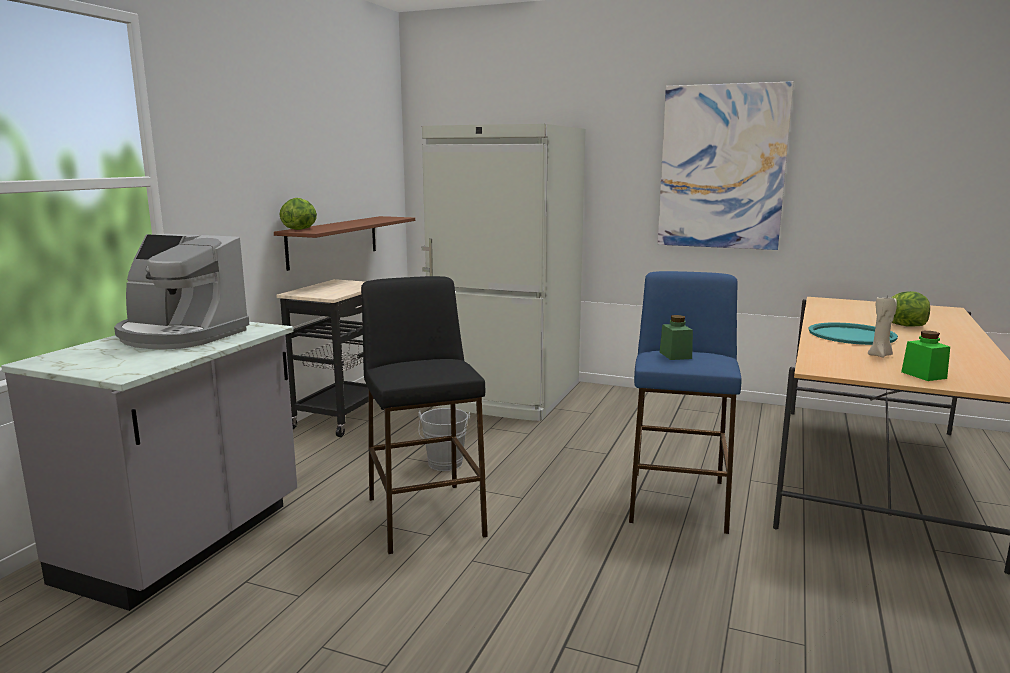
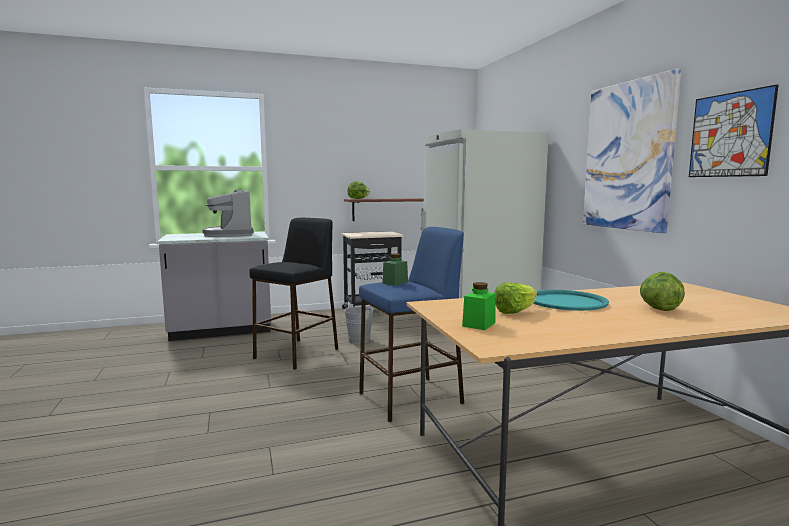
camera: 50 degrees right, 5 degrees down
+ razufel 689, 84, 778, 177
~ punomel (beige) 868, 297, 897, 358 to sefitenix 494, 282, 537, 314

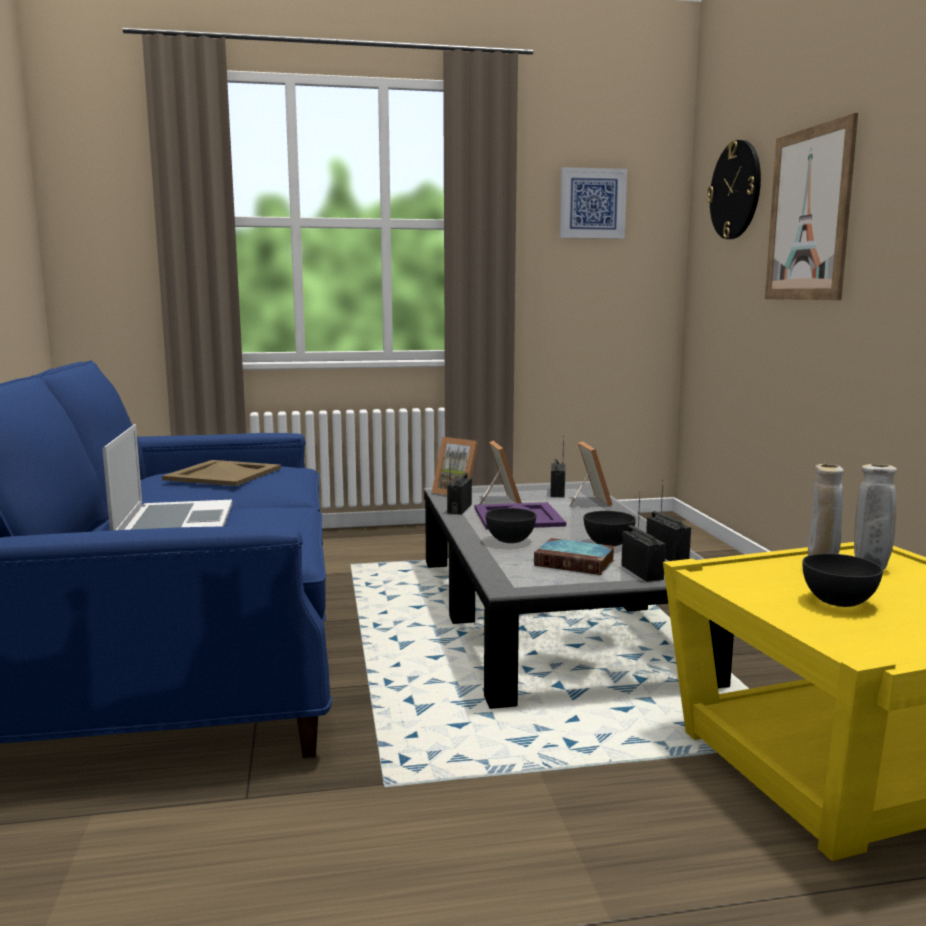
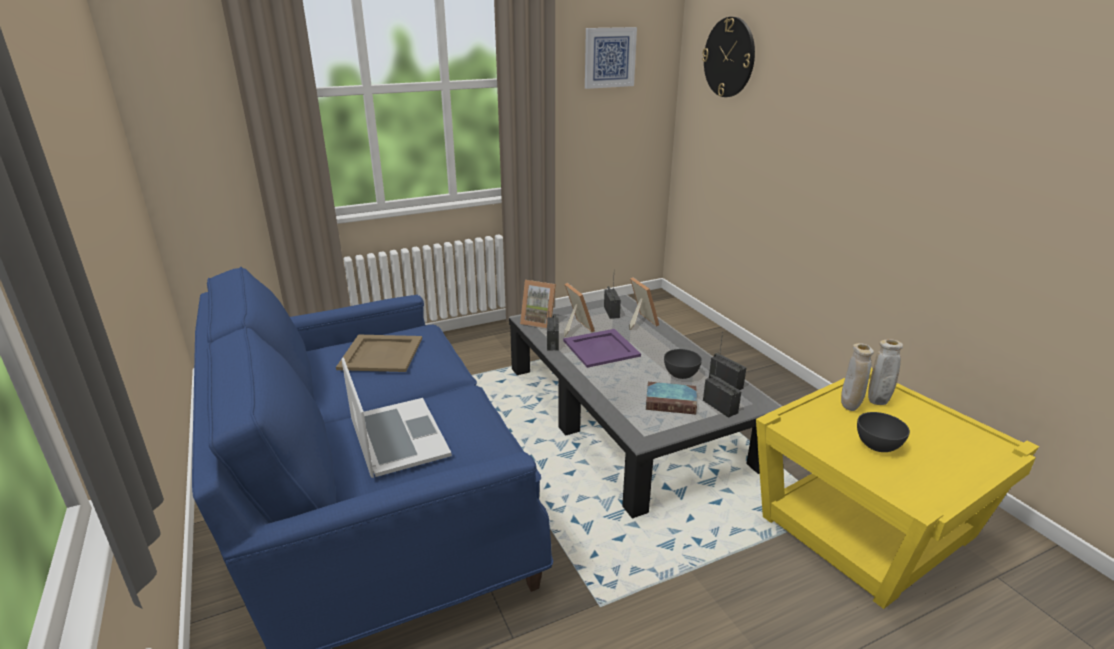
camera: 15 degrees left, 15 degrees up
- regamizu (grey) 485, 508, 536, 543
- razufel 765, 113, 858, 300

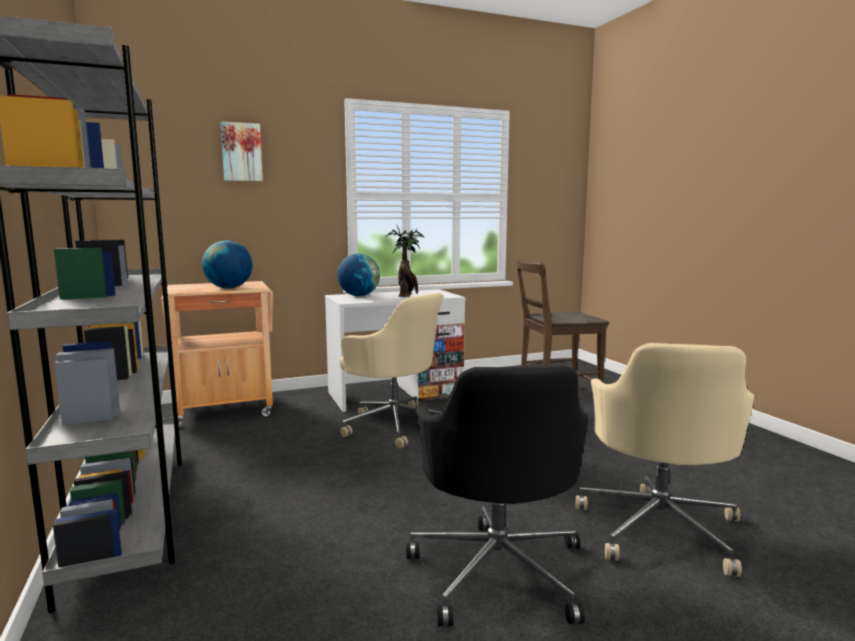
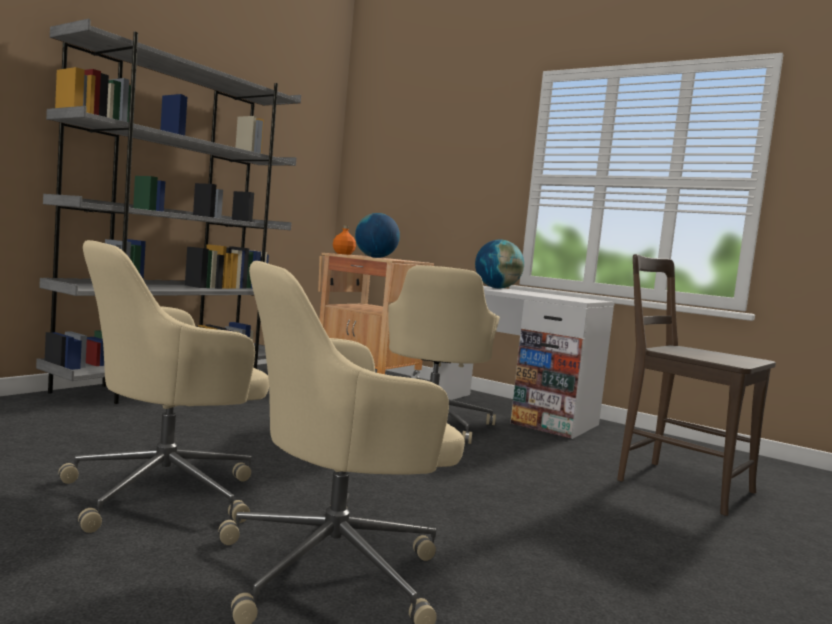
camera: 55 degrees right, 5 degrees down
- razufel 221, 121, 263, 181
- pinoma 386, 226, 424, 297
+ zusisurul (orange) 333, 225, 356, 255
~ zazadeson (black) 406, 366, 588, 626 to zazadeson (beige) 58, 240, 269, 533

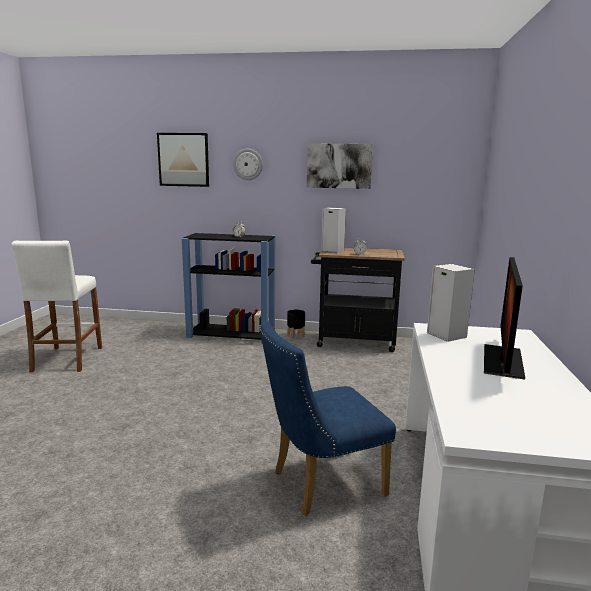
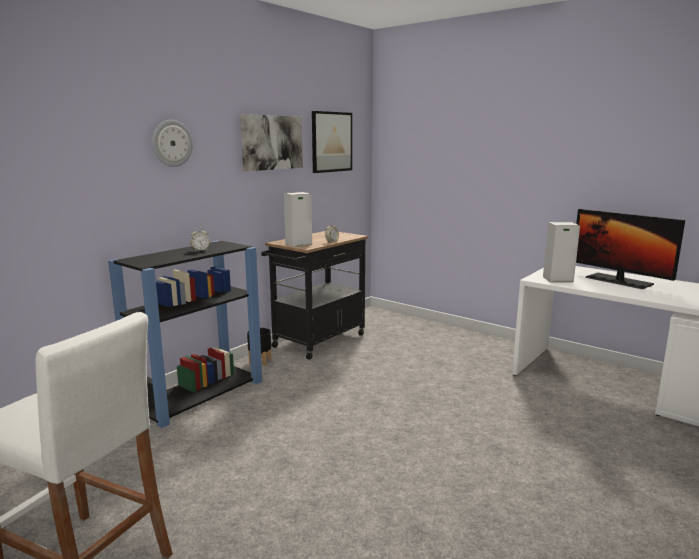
camera: 60 degrees left, 0 degrees up
- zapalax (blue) 260, 320, 396, 516
~ razufel 157, 133, 209, 187 to 312, 111, 352, 173

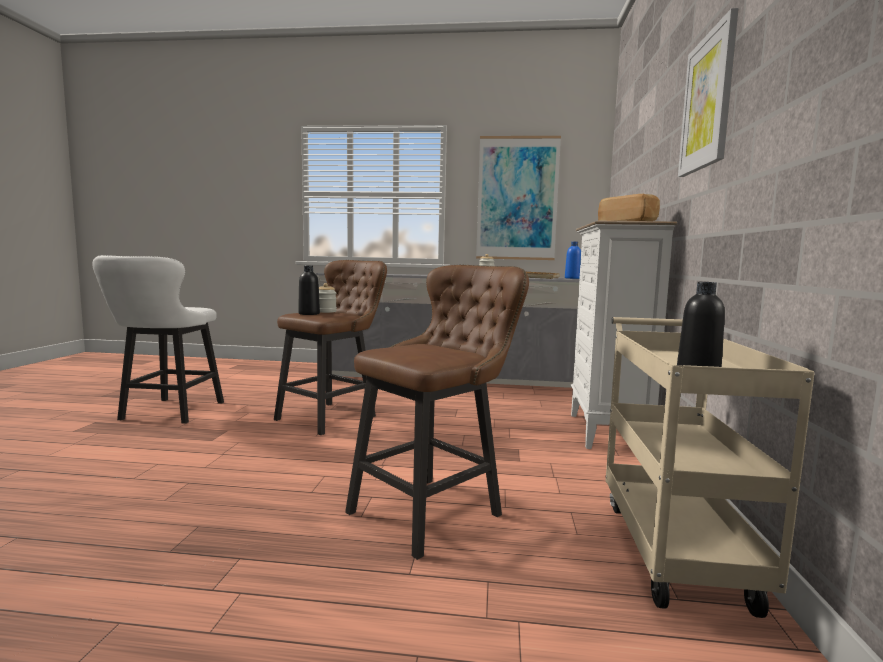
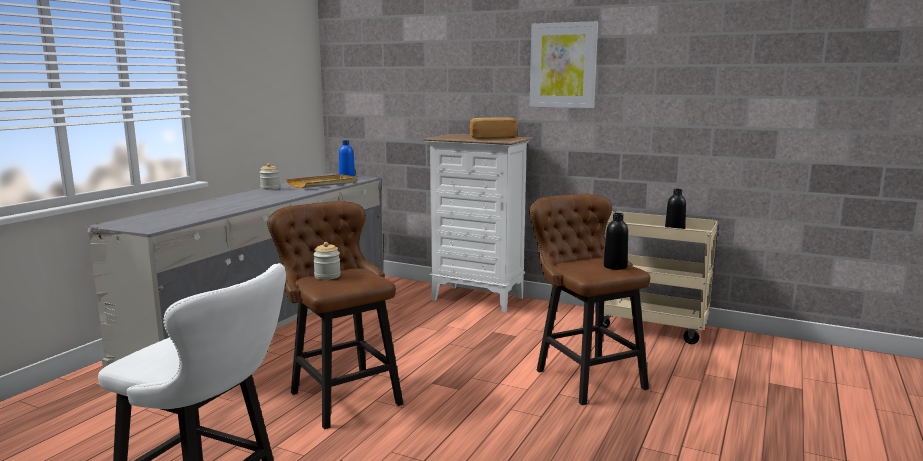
camera: 70 degrees left, 5 degrees up
- razufel 476, 136, 561, 260
~ zusisurul (black) 298, 265, 320, 315 to 604, 213, 628, 270

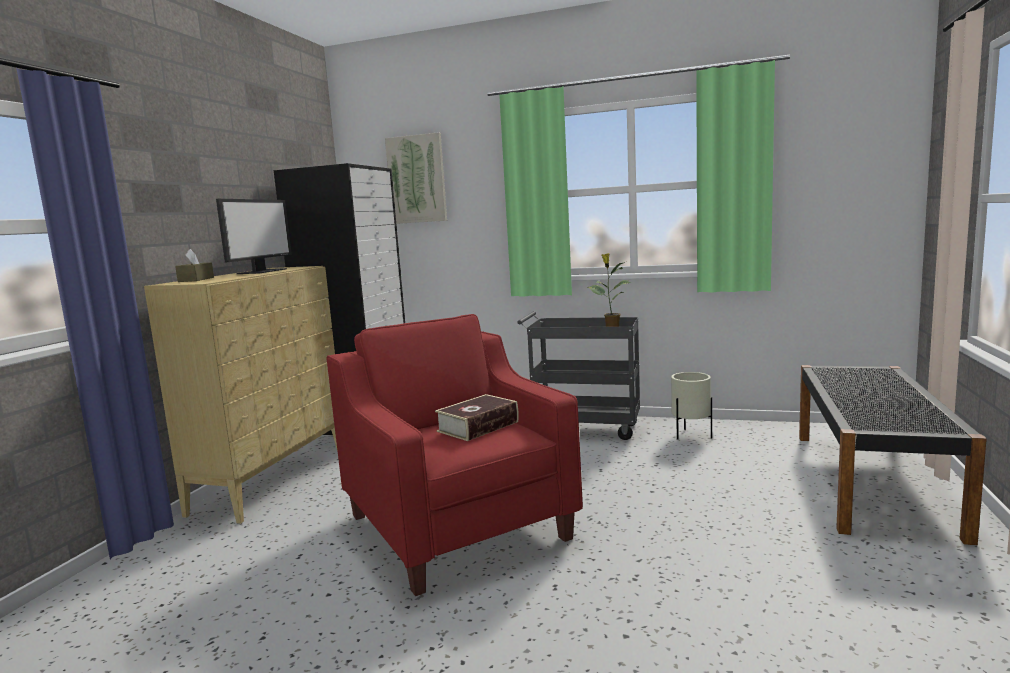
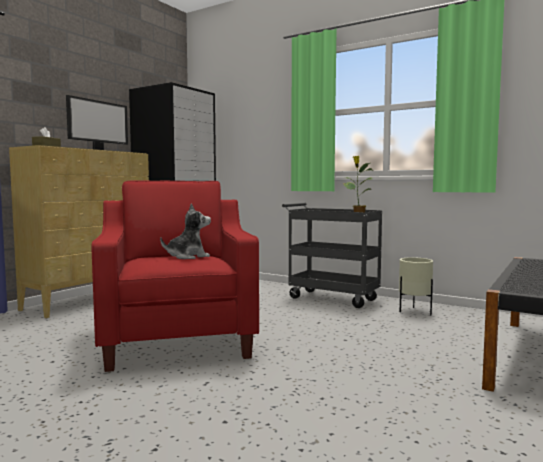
camera: 15 degrees right, 5 degrees down
- razufel 385, 132, 447, 224
~ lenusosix 435, 394, 519, 441 to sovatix 160, 203, 211, 259

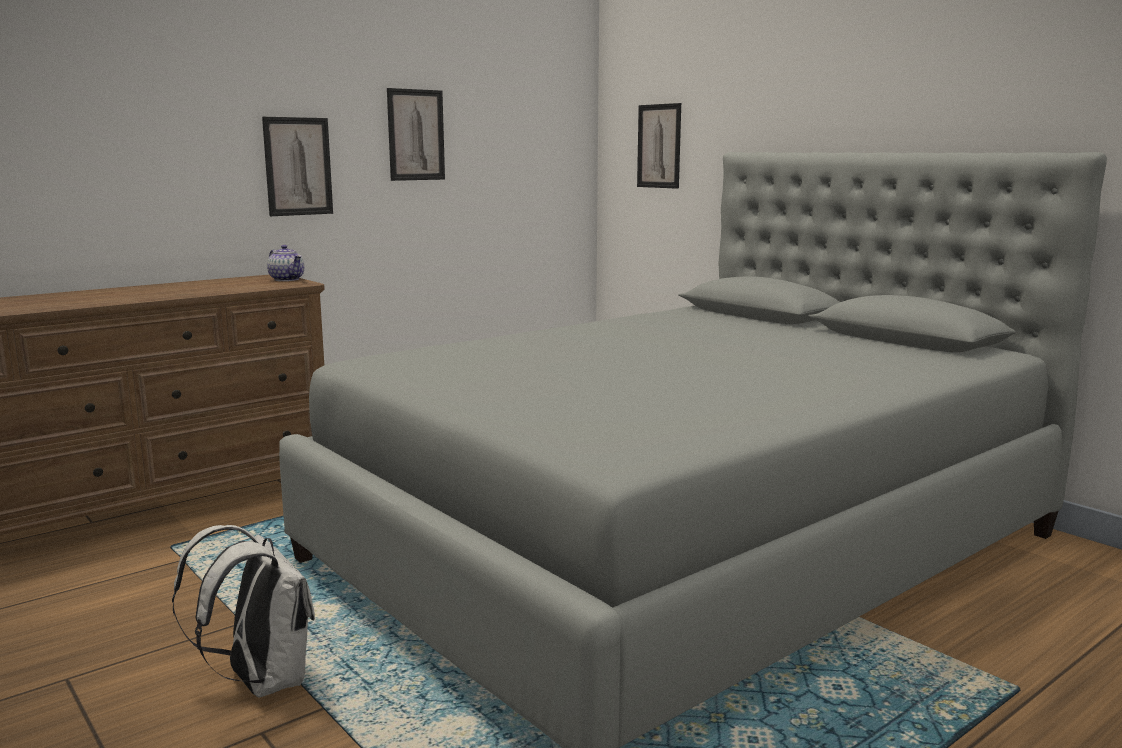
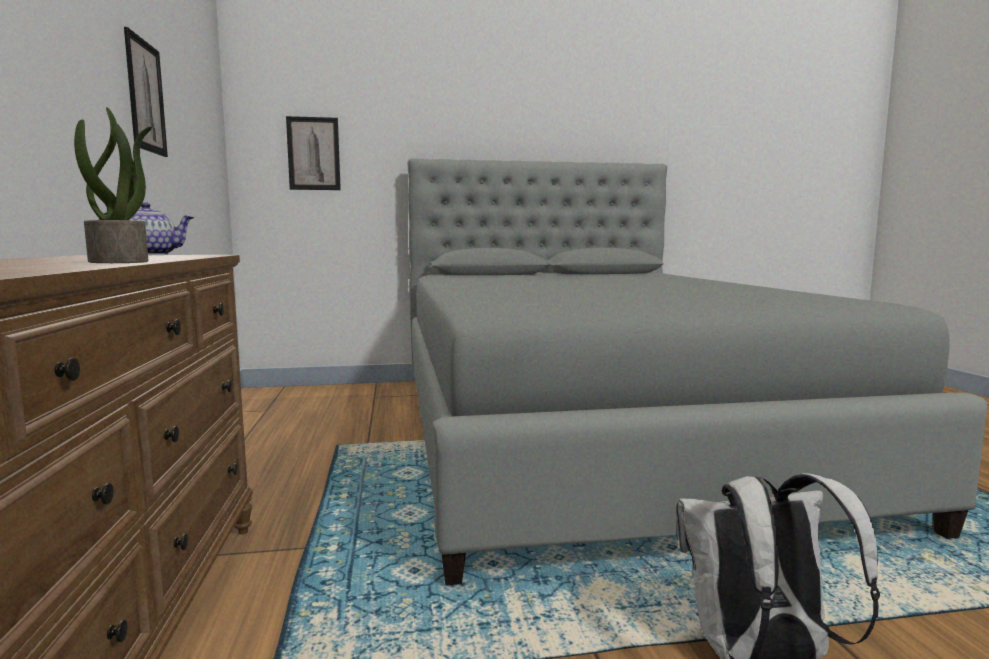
camera: 60 degrees left, 5 degrees down
- razufel 262, 117, 333, 216
+ pinoma 74, 107, 152, 263

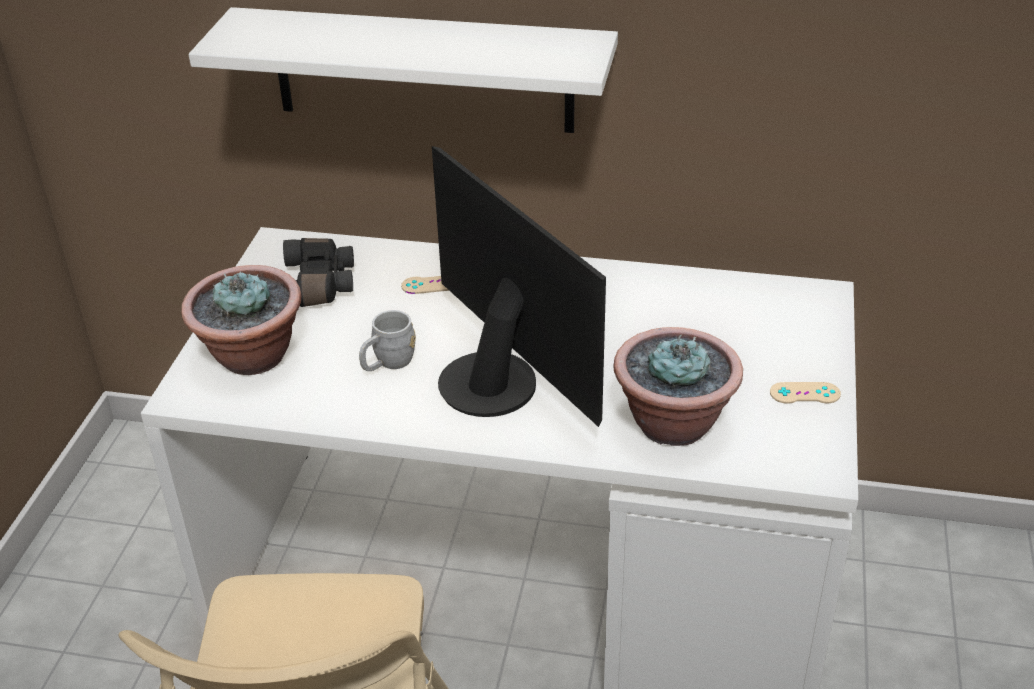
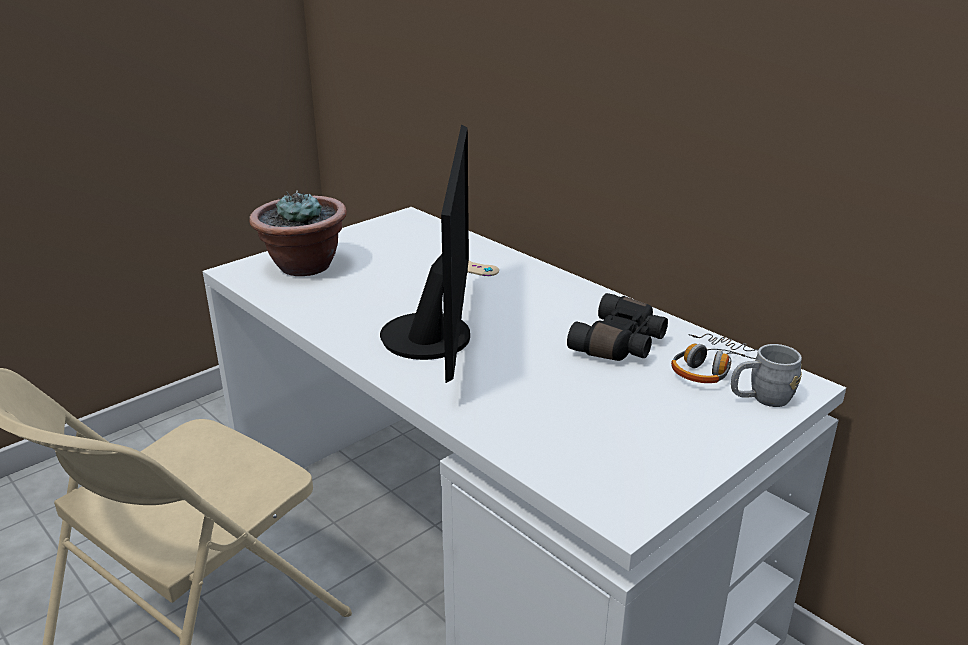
camera: 35 degrees right, 10 degrees down
- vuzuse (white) 189, 7, 618, 133
- pinoma 613, 327, 743, 446
- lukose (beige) 770, 382, 841, 404
+ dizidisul 671, 334, 758, 383
~ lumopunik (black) 283, 238, 354, 307 to 567, 293, 668, 361
~ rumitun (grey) 359, 310, 416, 371 to 731, 344, 802, 407

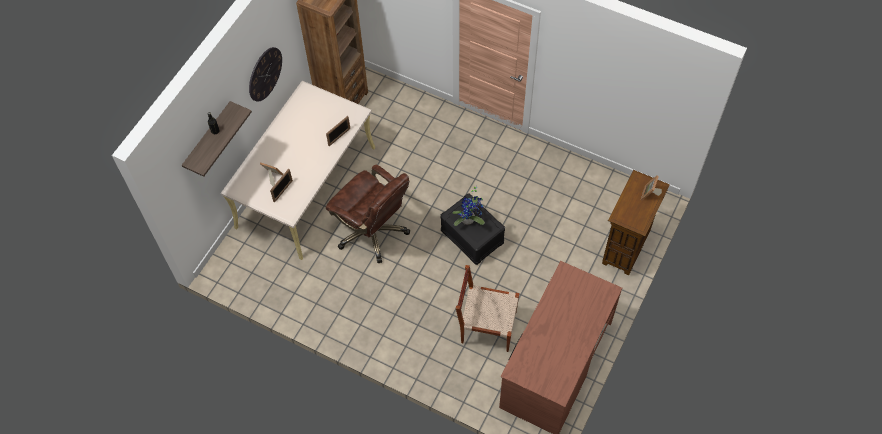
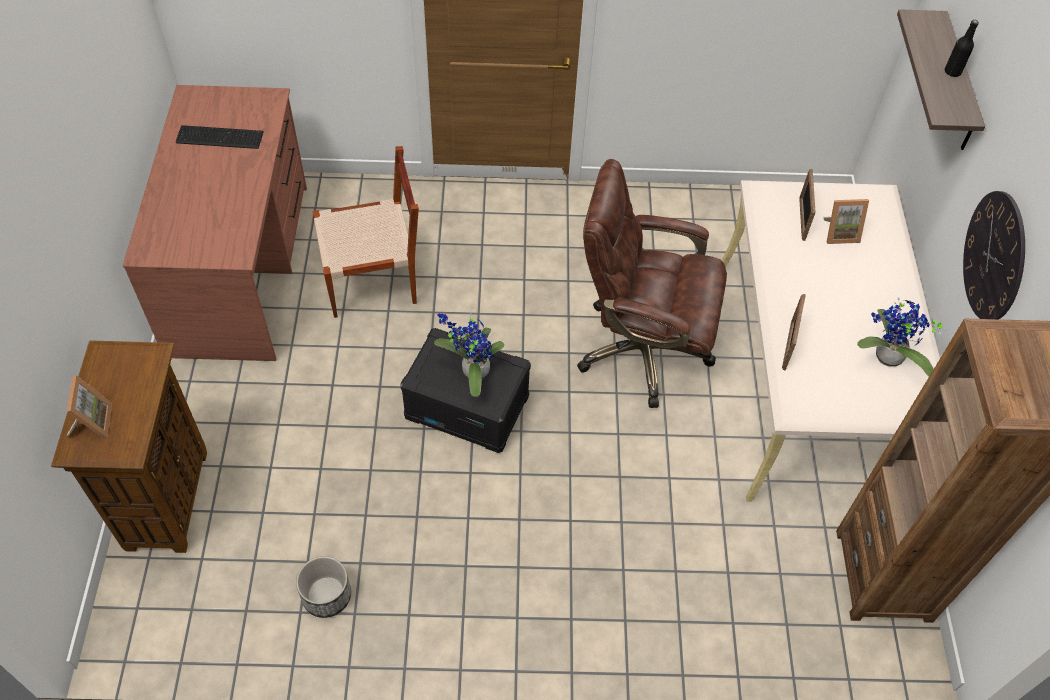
camera: 150 degrees right, 5 degrees down
+ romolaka 176, 125, 264, 149
+ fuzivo 296, 556, 351, 618
+ pinoma 857, 297, 946, 376

